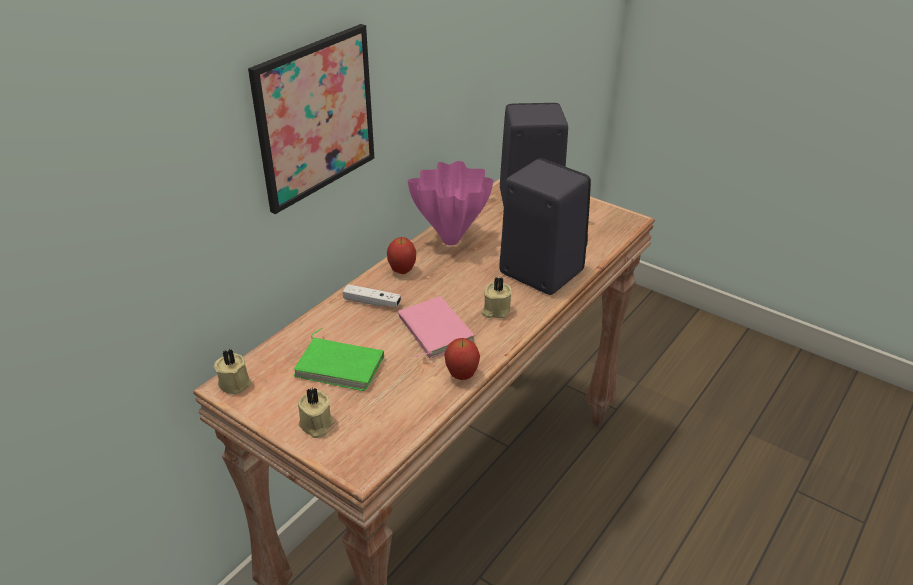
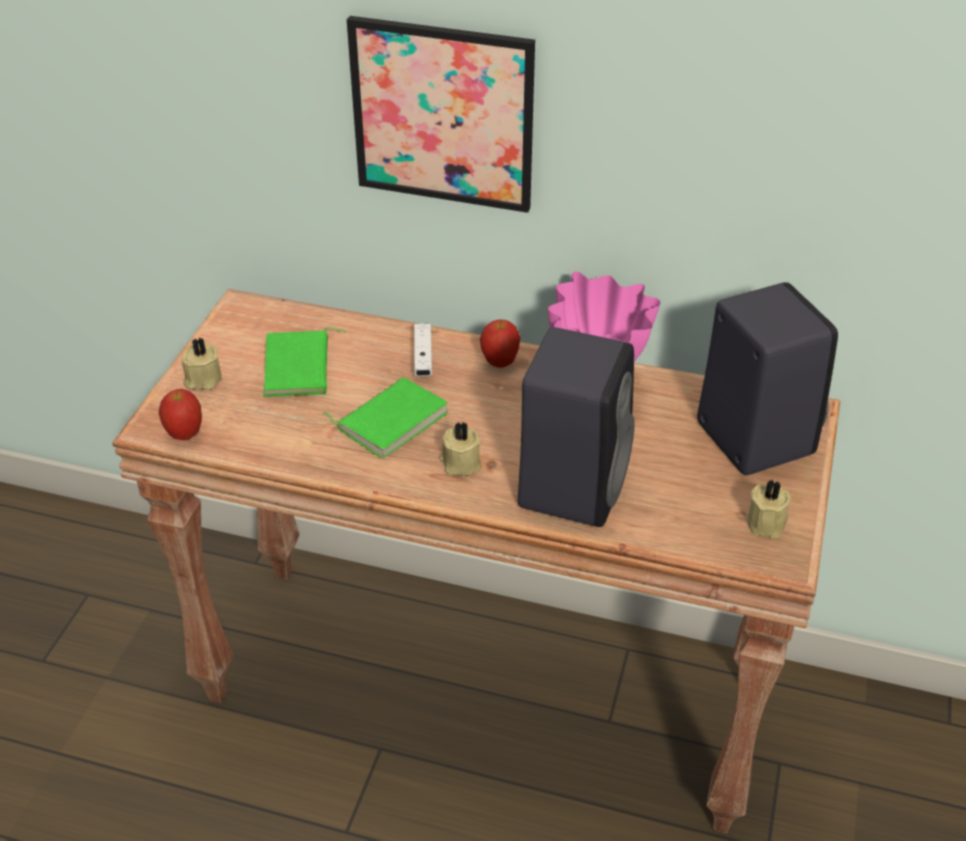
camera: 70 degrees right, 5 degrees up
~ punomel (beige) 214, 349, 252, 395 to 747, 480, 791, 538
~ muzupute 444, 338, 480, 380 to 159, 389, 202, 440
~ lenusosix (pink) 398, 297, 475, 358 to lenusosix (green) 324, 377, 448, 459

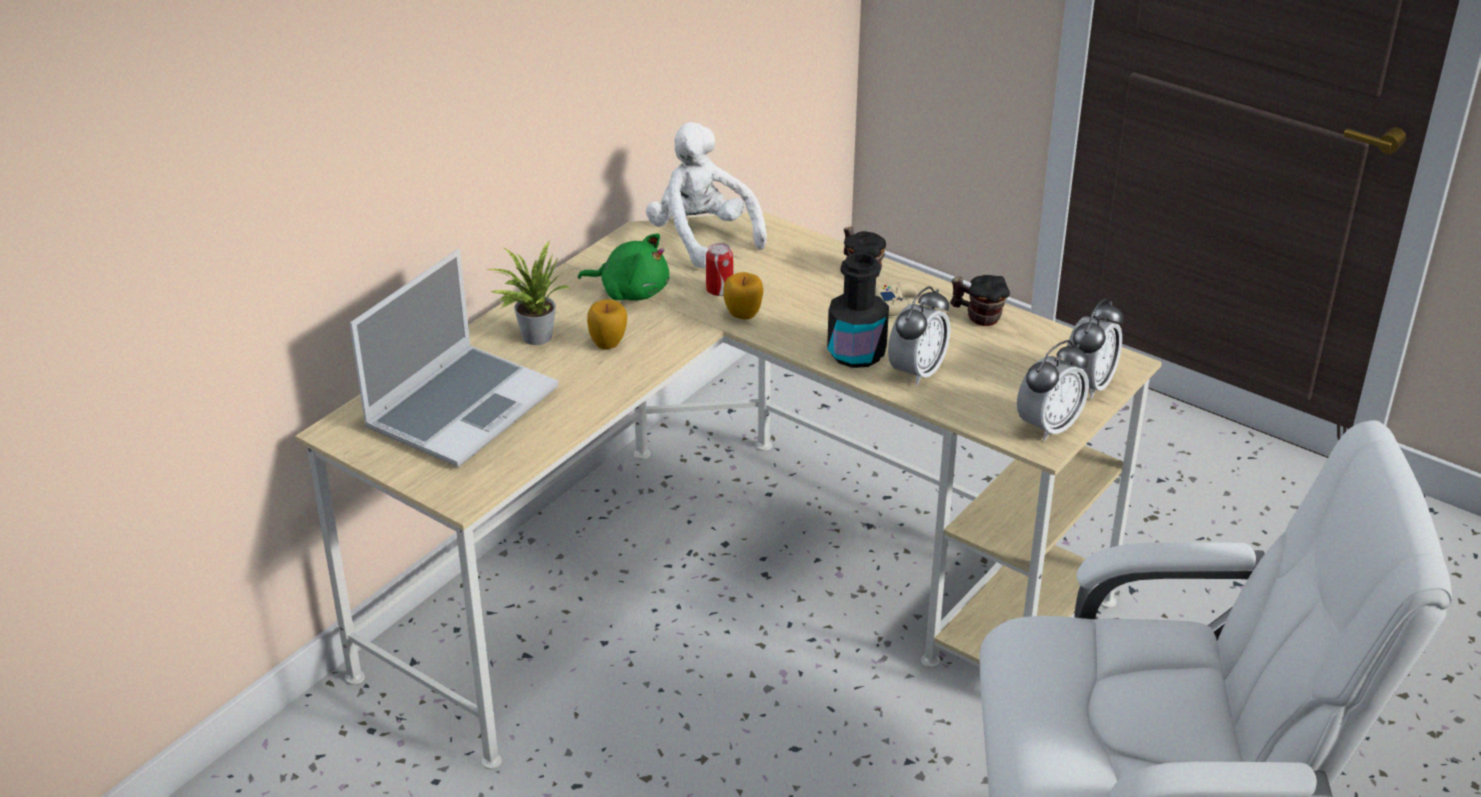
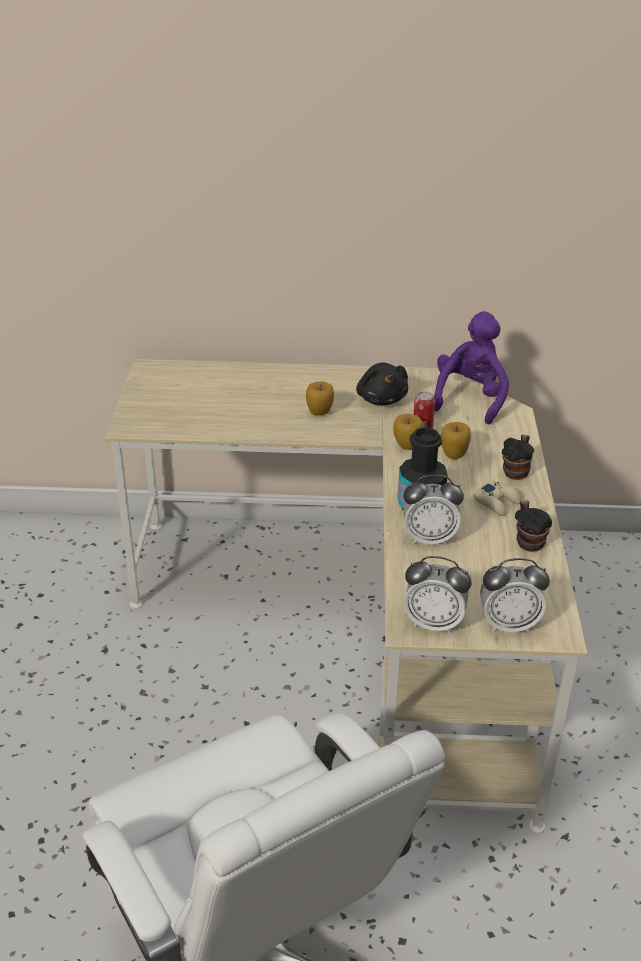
camera: 55 degrees right, 0 degrees up
- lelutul 350, 249, 559, 467
- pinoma 487, 240, 570, 345
+ muzupute 441, 422, 471, 459
~ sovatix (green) 578, 233, 670, 301 to sovatix (black) 356, 362, 408, 405
~ sovatix (white) 646, 122, 767, 268 to sovatix (purple) 434, 311, 509, 425

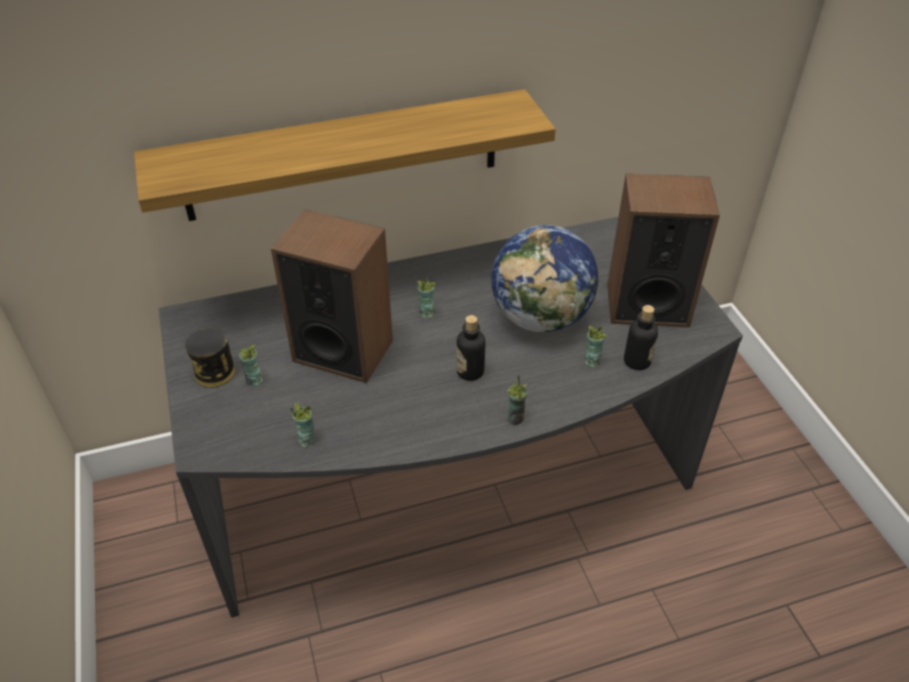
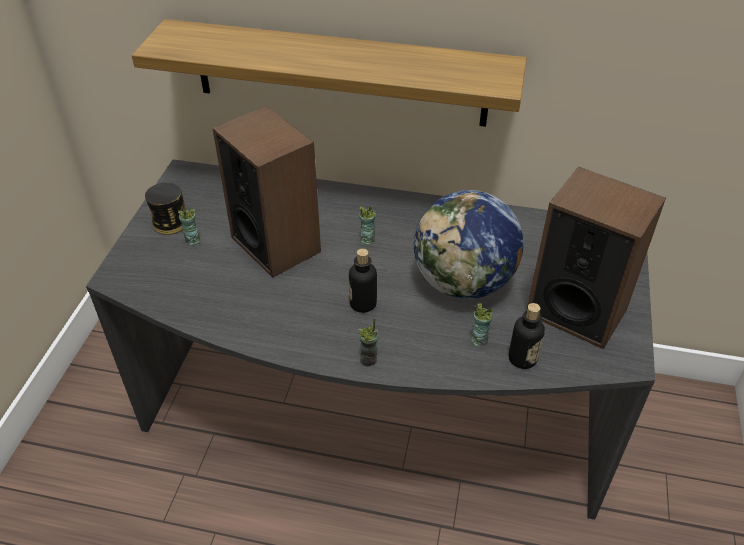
camera: 30 degrees right, 0 degrees up
- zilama 290, 403, 317, 447

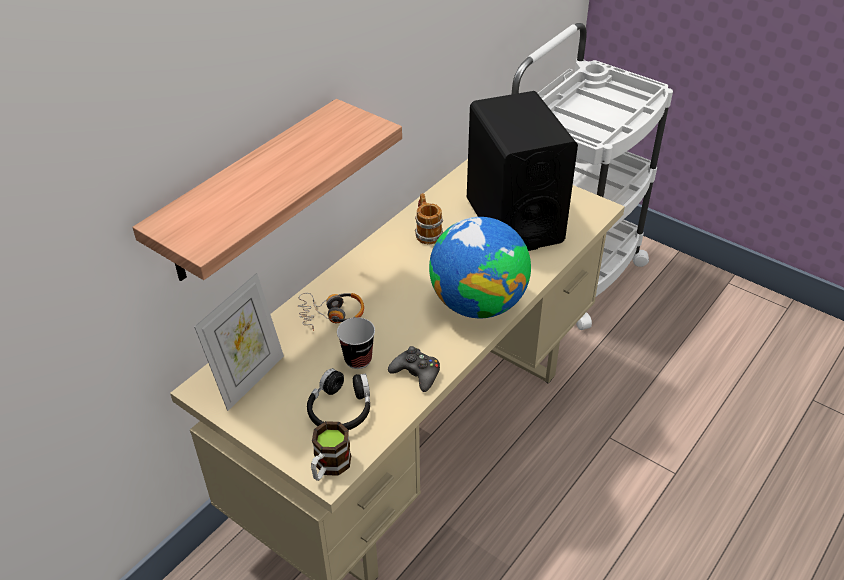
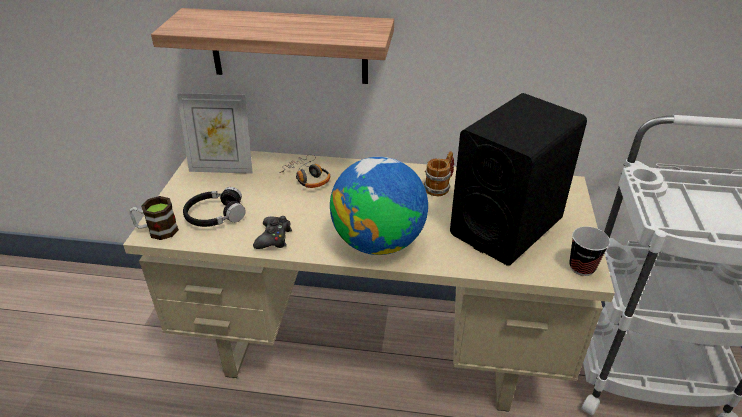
camera: 60 degrees right, 5 degrees down
~ zilama 337, 317, 375, 369 to 569, 226, 610, 276

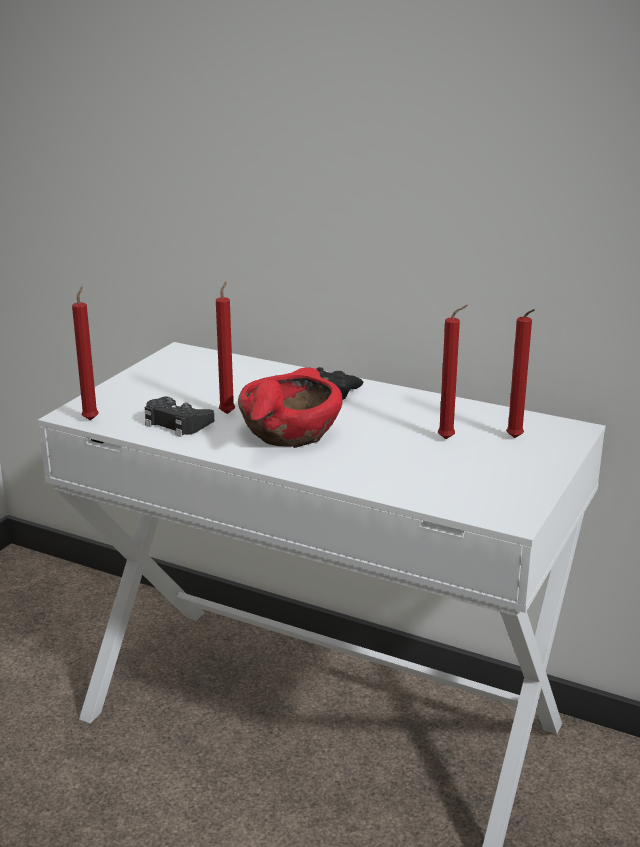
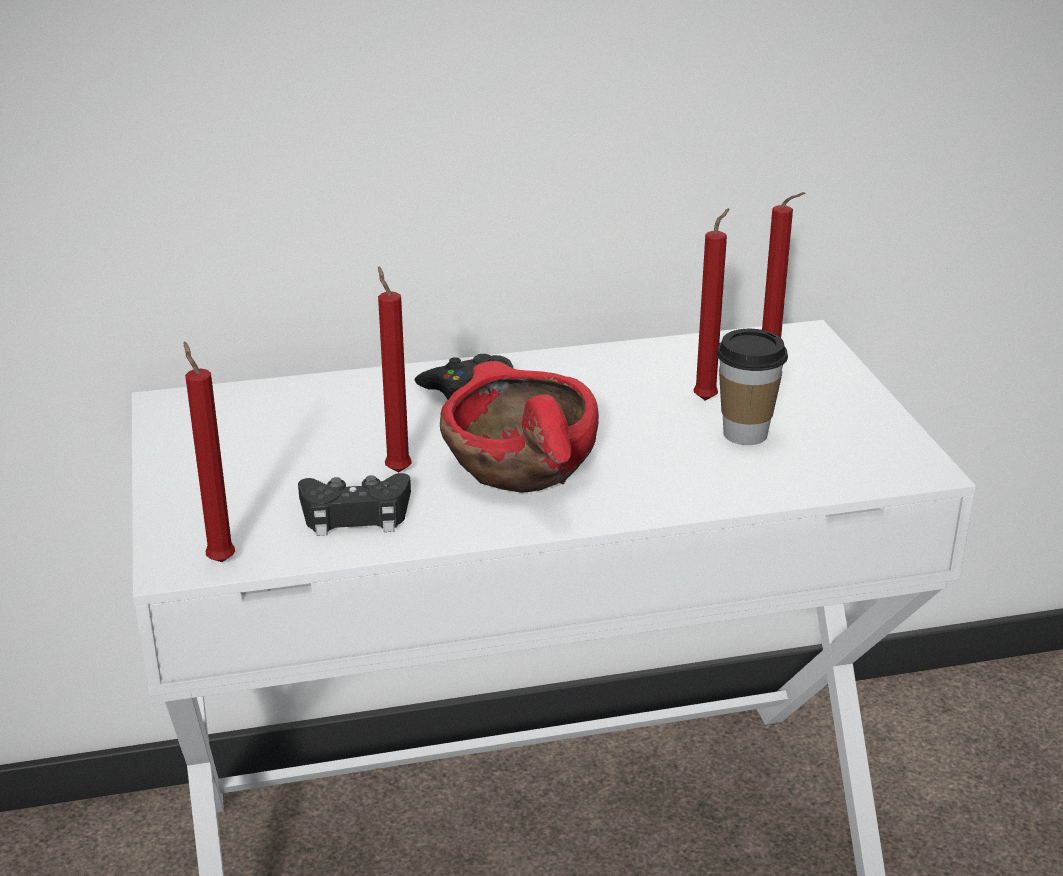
camera: 40 degrees left, 5 degrees up
+ zilama 716, 329, 788, 445

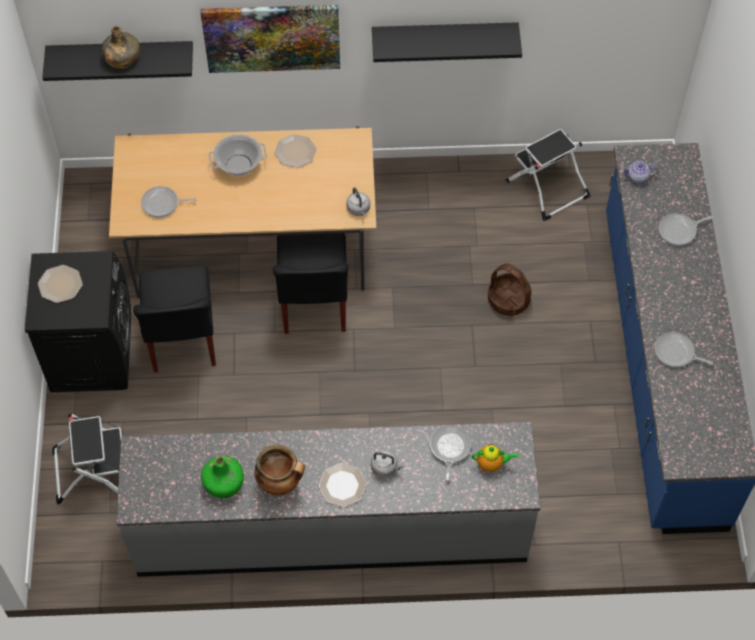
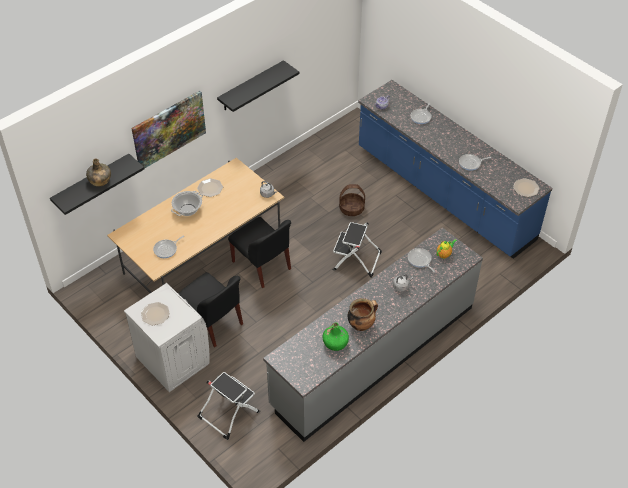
camera: 40 degrees left, 10 degrees down
~ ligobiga 318, 463, 367, 507 to 513, 178, 540, 197
~ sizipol 505, 129, 591, 221 to 333, 222, 382, 278
~ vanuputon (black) 25, 251, 131, 392 to vanuputon (white) 124, 283, 209, 392

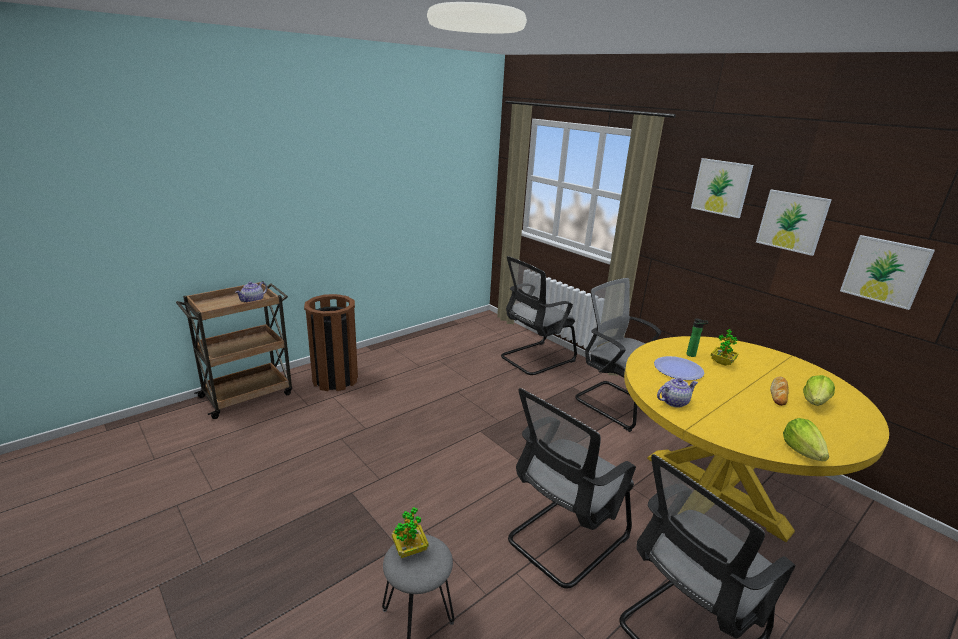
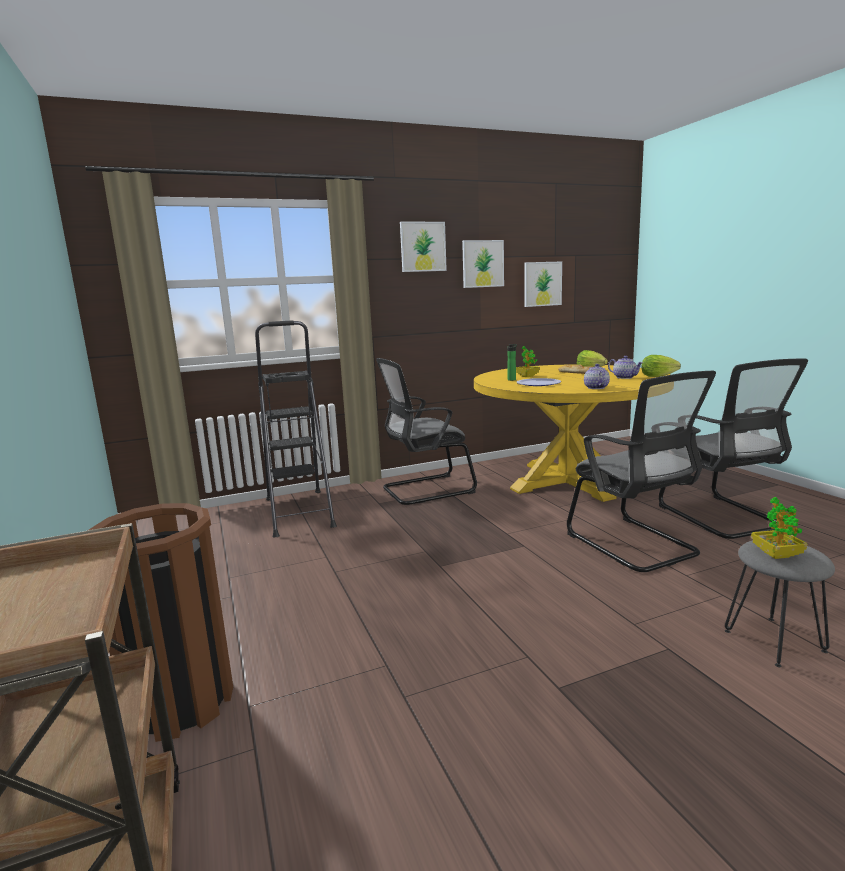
camera: 70 degrees left, 10 degrees down
~ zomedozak 235, 282, 267, 302 to 608, 356, 643, 379
~ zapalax 501, 256, 577, 375 to sizipol 255, 320, 337, 537

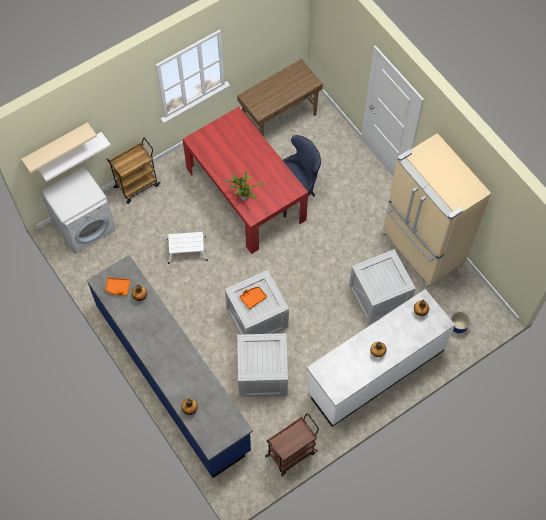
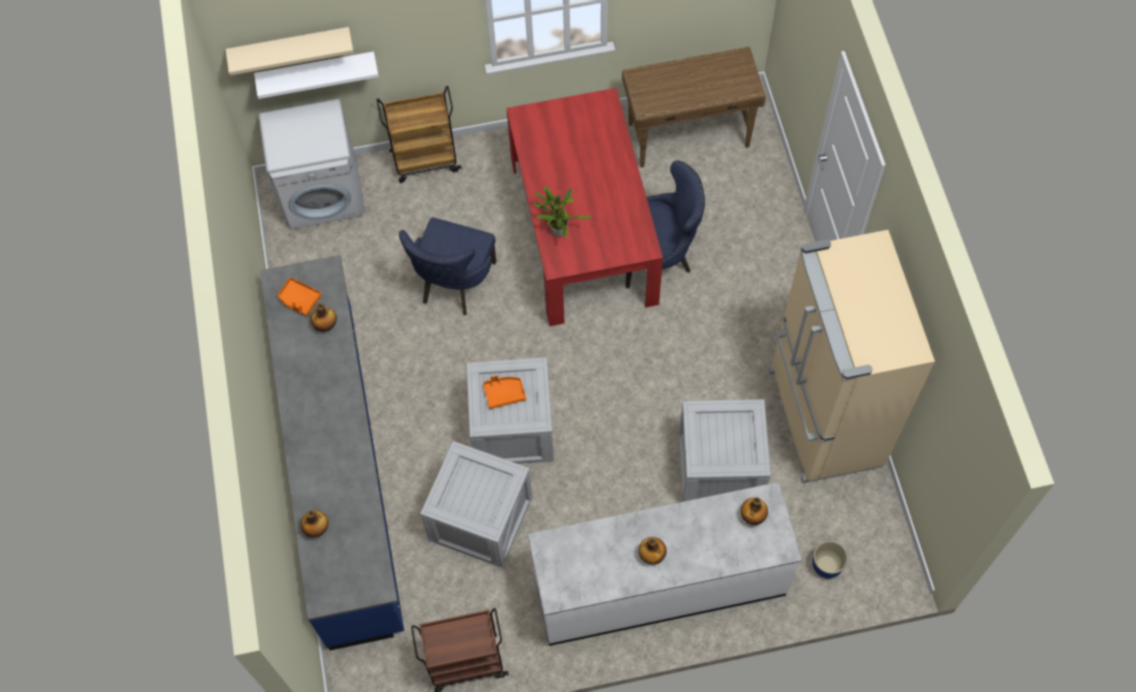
camera: 25 degrees right, 0 degrees up
~ sizipol (white) 167, 232, 208, 264 to zapalax (blue) 399, 217, 497, 315

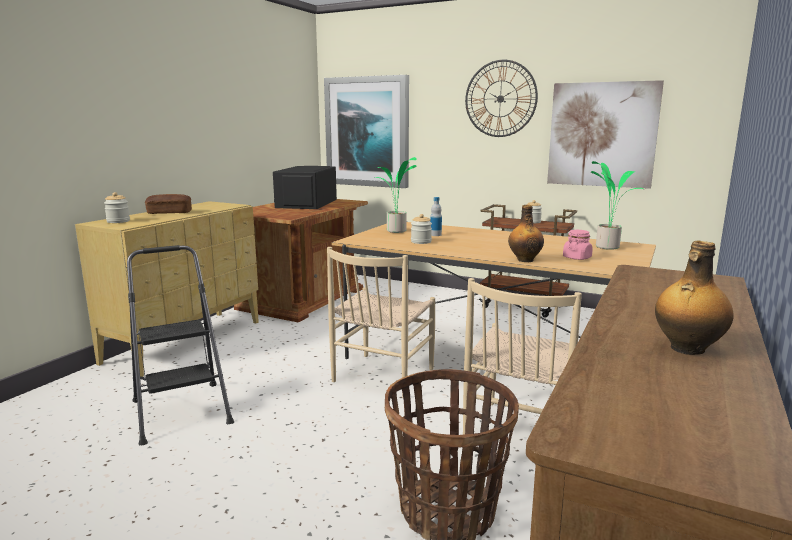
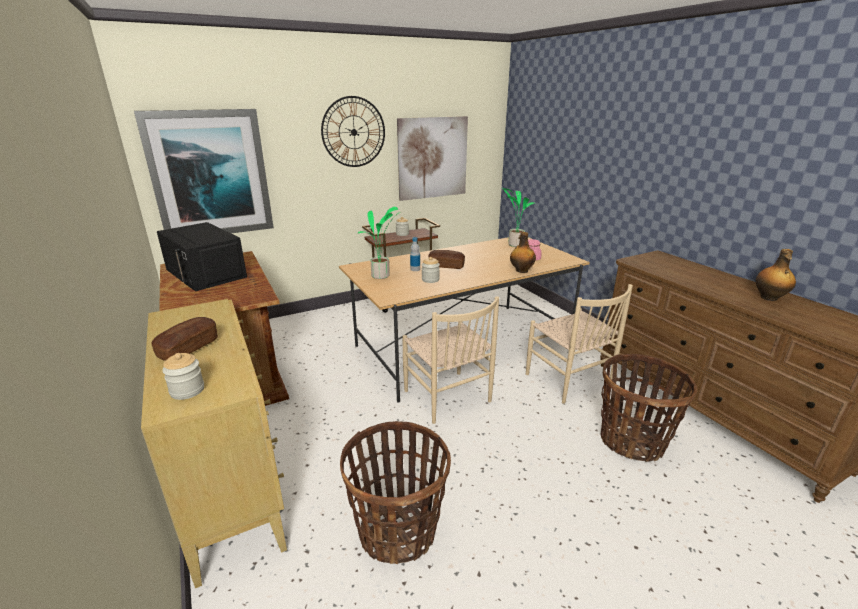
camera: 55 degrees left, 10 degrees up
+ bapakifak 429, 250, 465, 269
~ sizipol (black) 127, 245, 234, 446 to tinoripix 340, 421, 451, 564

